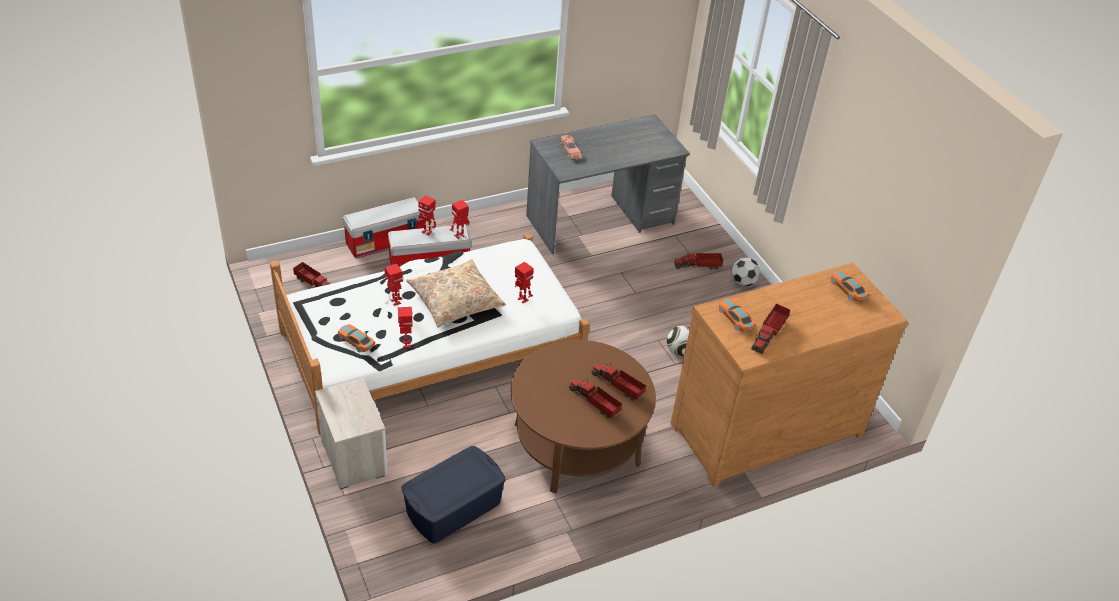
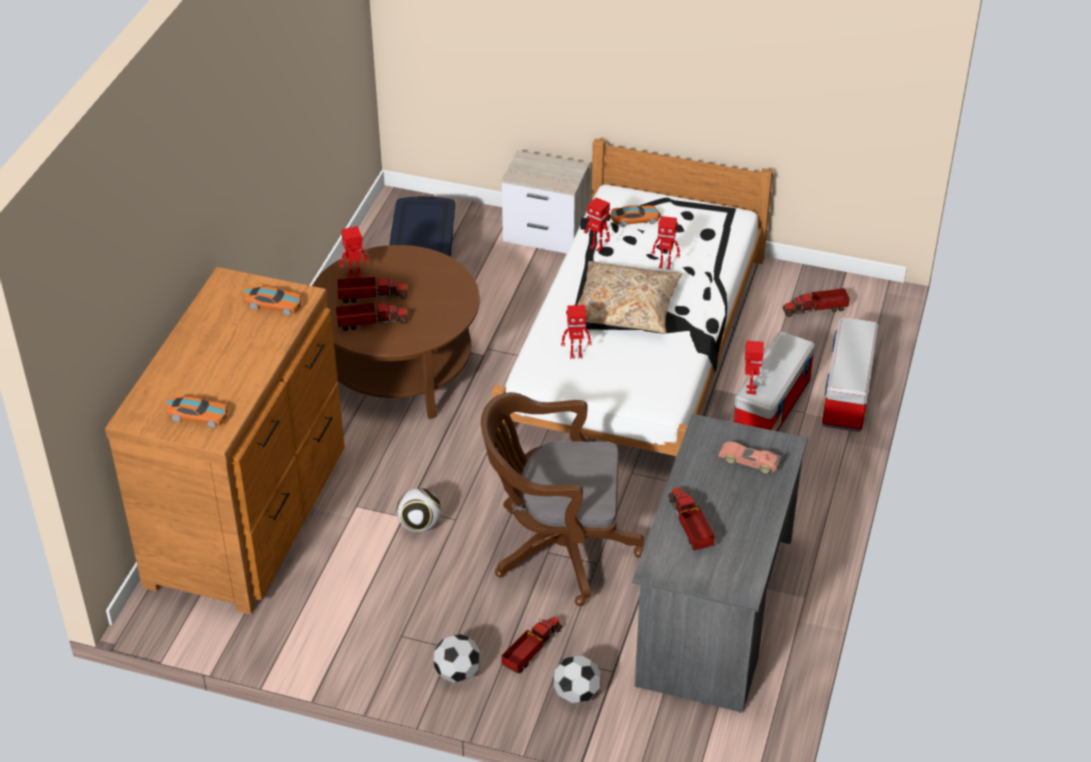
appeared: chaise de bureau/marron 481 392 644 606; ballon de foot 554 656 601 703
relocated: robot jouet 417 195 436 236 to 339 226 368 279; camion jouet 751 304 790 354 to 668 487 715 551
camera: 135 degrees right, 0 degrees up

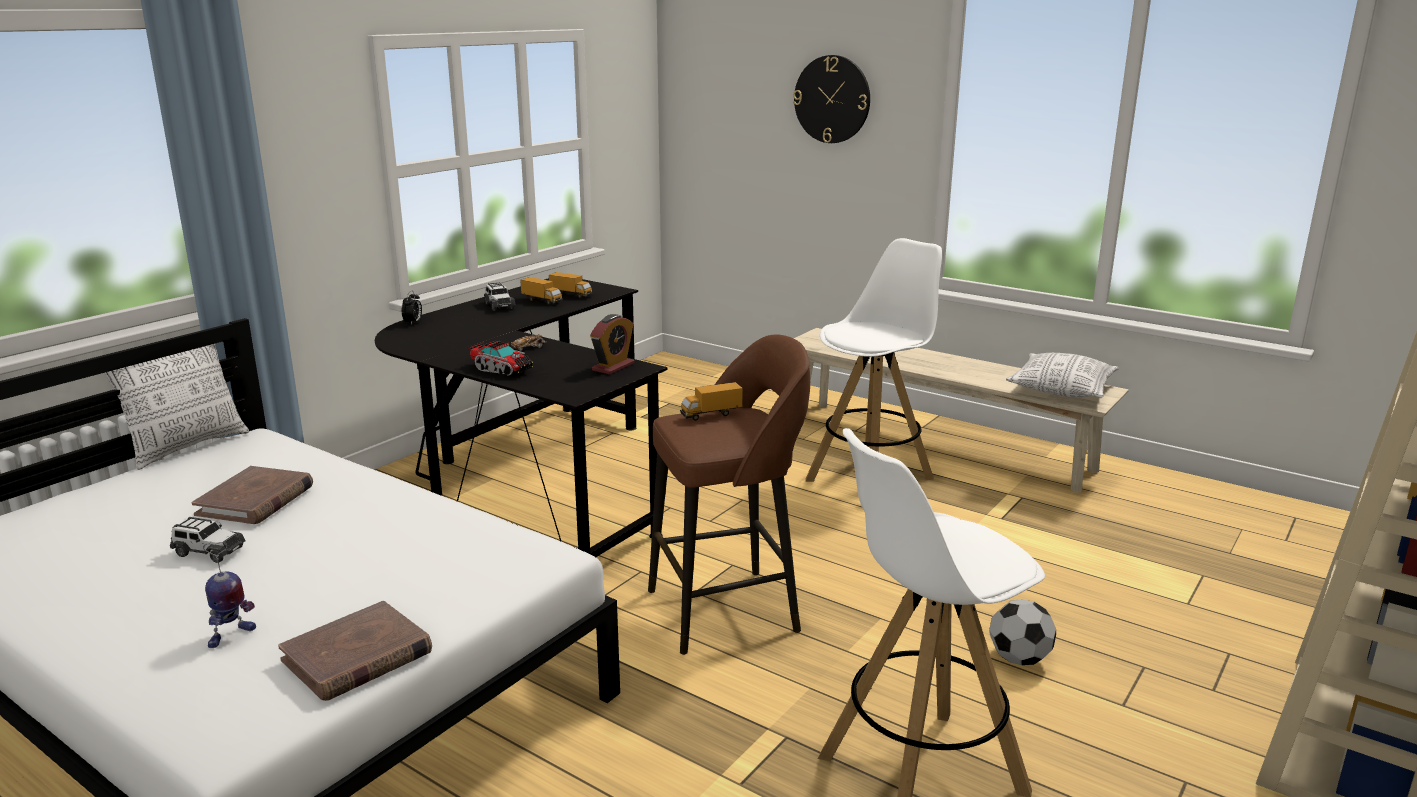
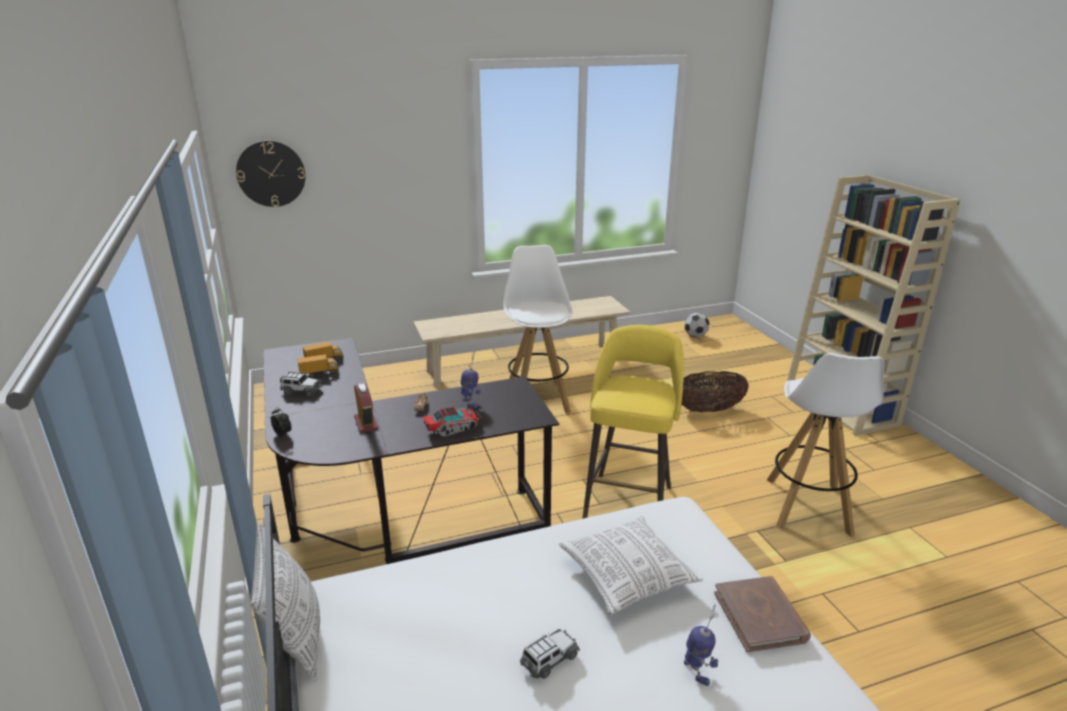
missing: camion jouet 680 382 743 421; livre/marron 192 466 313 524
appeared: robot jouet 460 351 481 408; panier 682 371 749 412
relocated: horloge murale 793 55 870 143 to 236 140 305 207; réveil 590 314 634 375 to 354 383 379 433; coussin 1006 353 1119 397 to 559 516 703 614; ballon de foot 989 600 1056 665 to 685 313 709 338
colour: tabouret/marron 648 334 810 655 to tabouret/jaune 583 325 684 519
camera: 55 degrees left, 5 degrees up

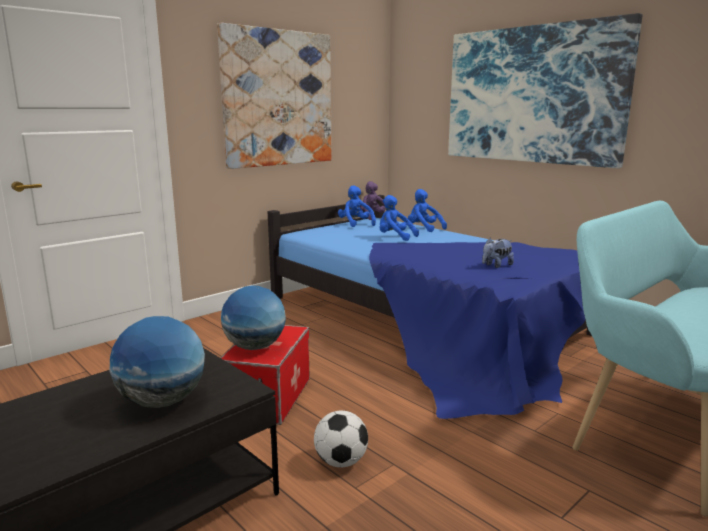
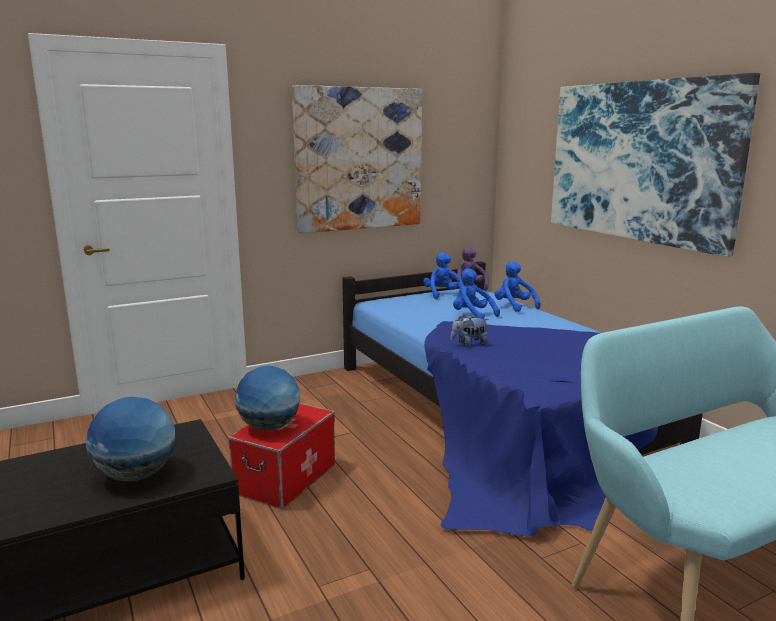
missing: ballon de foot 314 410 368 468
relocated: peluche 482 238 514 268 to 450 315 489 347
camera: 15 degrees right, 0 degrees up

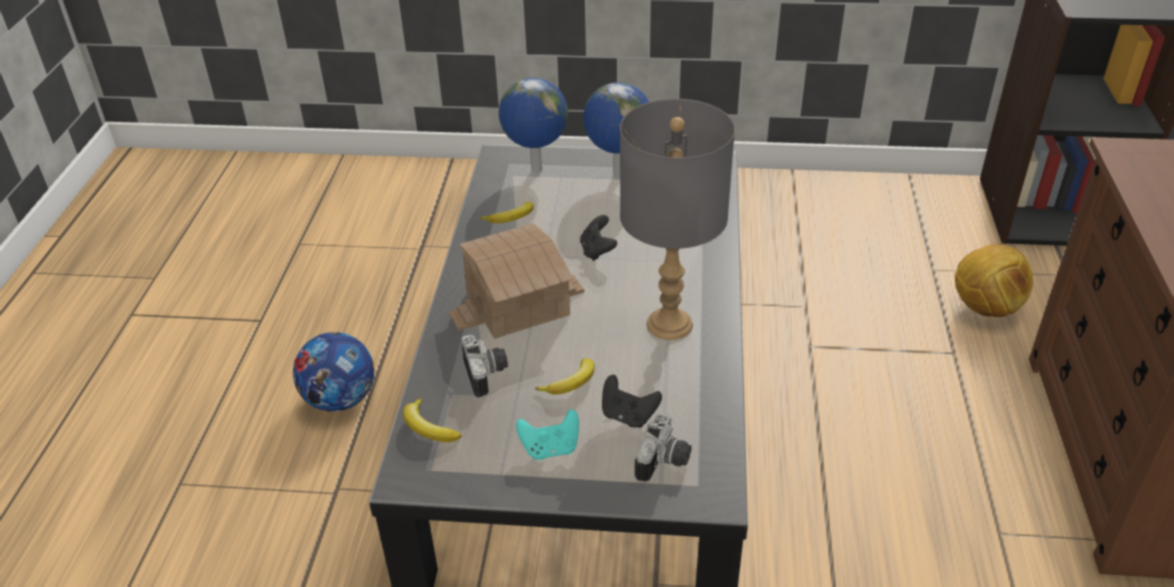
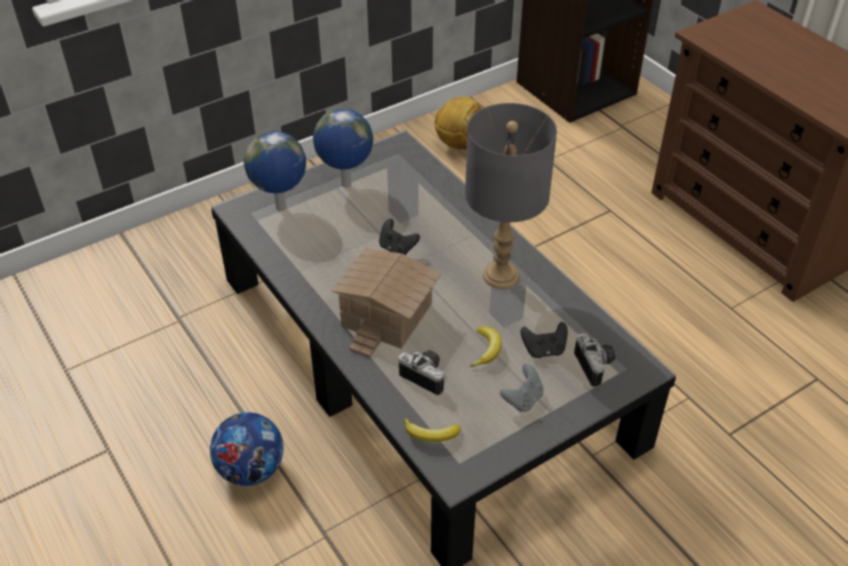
missing: banane 480 202 534 223
relocated: ballon de foot 955 244 1033 317 to 435 97 483 149
colour: manette/turquoise 516 409 579 460 to manette/gris 500 364 544 412
camera: 40 degrees left, 5 degrees up

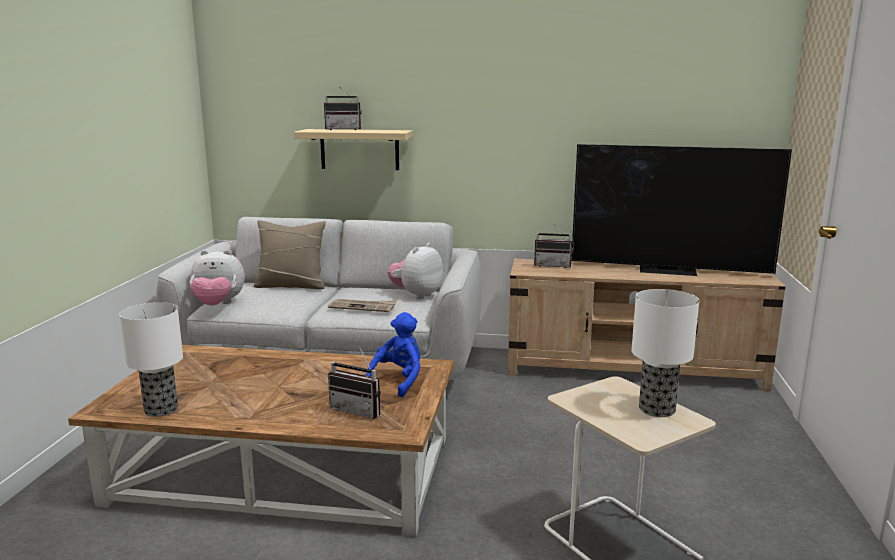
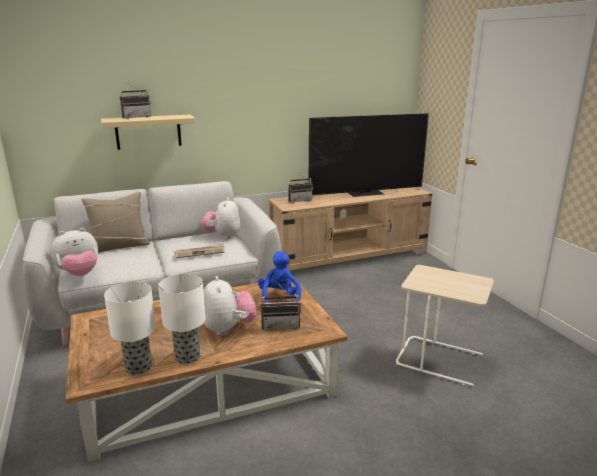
appeared: peluche 204 276 256 335
relocated: lampe de table 632 289 699 417 to 158 274 206 364
camera: 30 degrees left, 5 degrees up

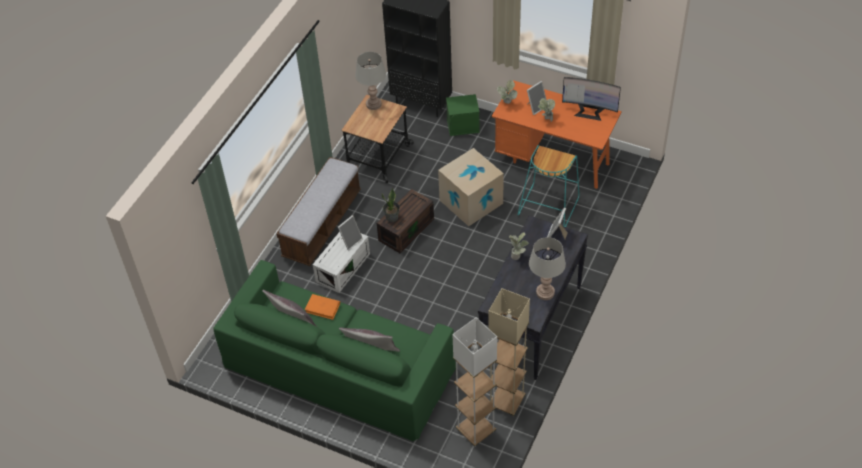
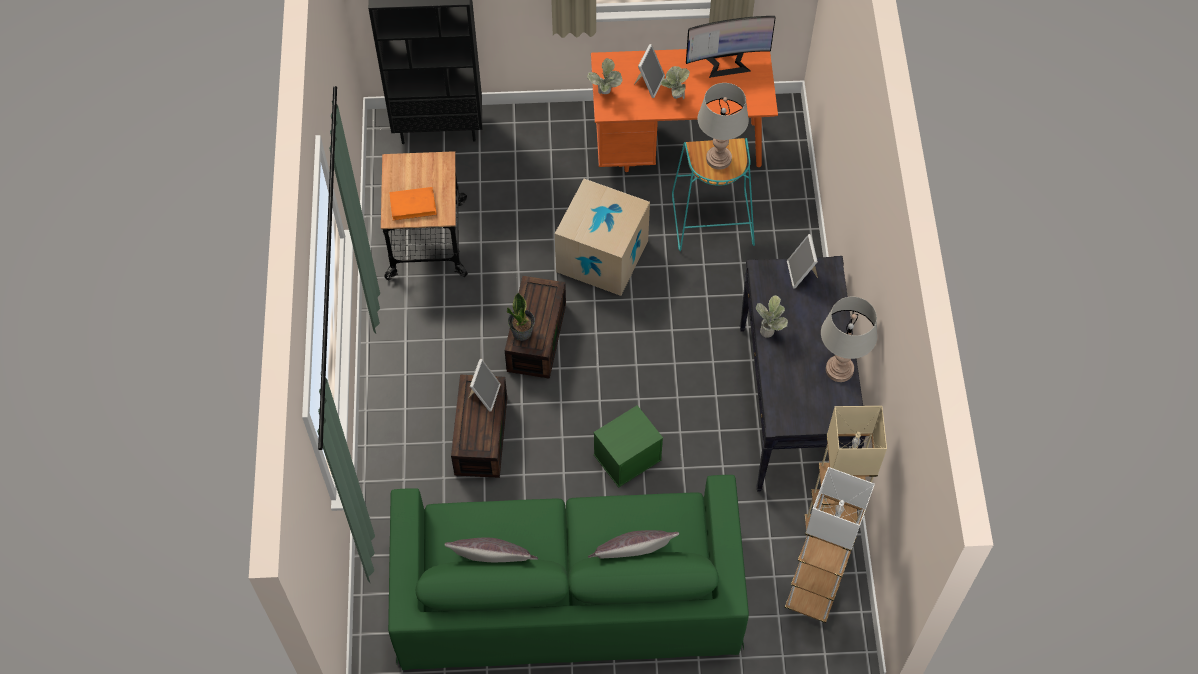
missing: banc 276 157 361 266
relocated: lampe de table/gris 355 52 386 110 to 697 83 749 170; boîte de rangement/vert 446 94 480 136 to 593 405 663 488; livre/orange 305 294 340 320 to 389 187 437 220
colour: boîte de rangement/blanc 313 232 370 293 to boîte de rangement/marron 451 375 507 478
camera: 30 degrees left, 10 degrees up

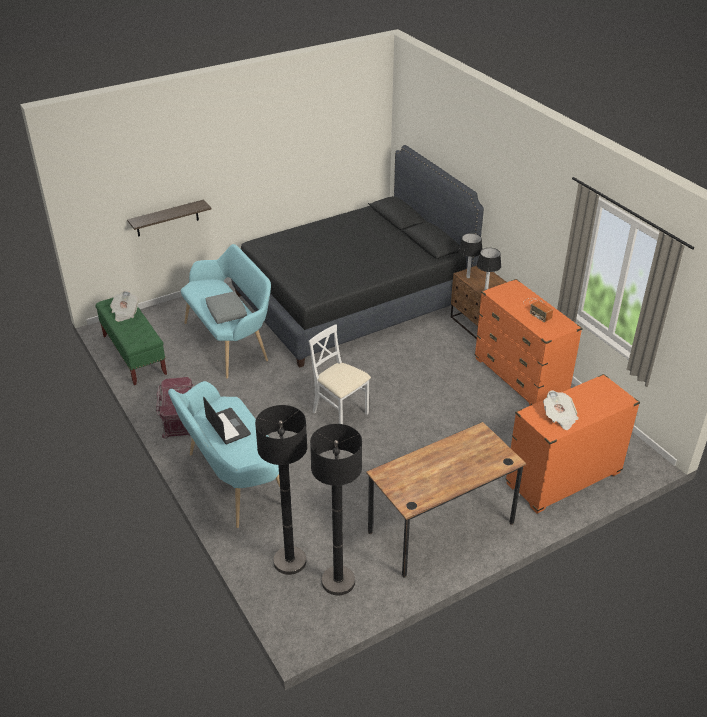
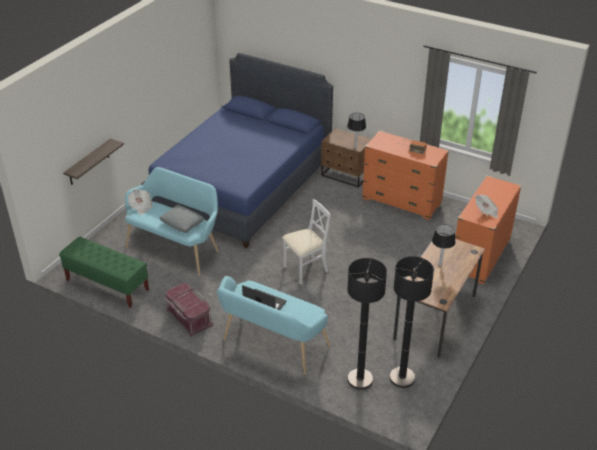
relocated: lampe de table 459 233 482 278 to 432 224 456 266; journal 110 291 139 322 to 128 189 153 215
colour: lit/noir 231 145 484 367 to lit/bleu 141 53 333 248
spun: chaise/blanc 309 324 371 424 = 282 199 331 285 135 degrees clockwise
camera: 30 degrees left, 0 degrees up

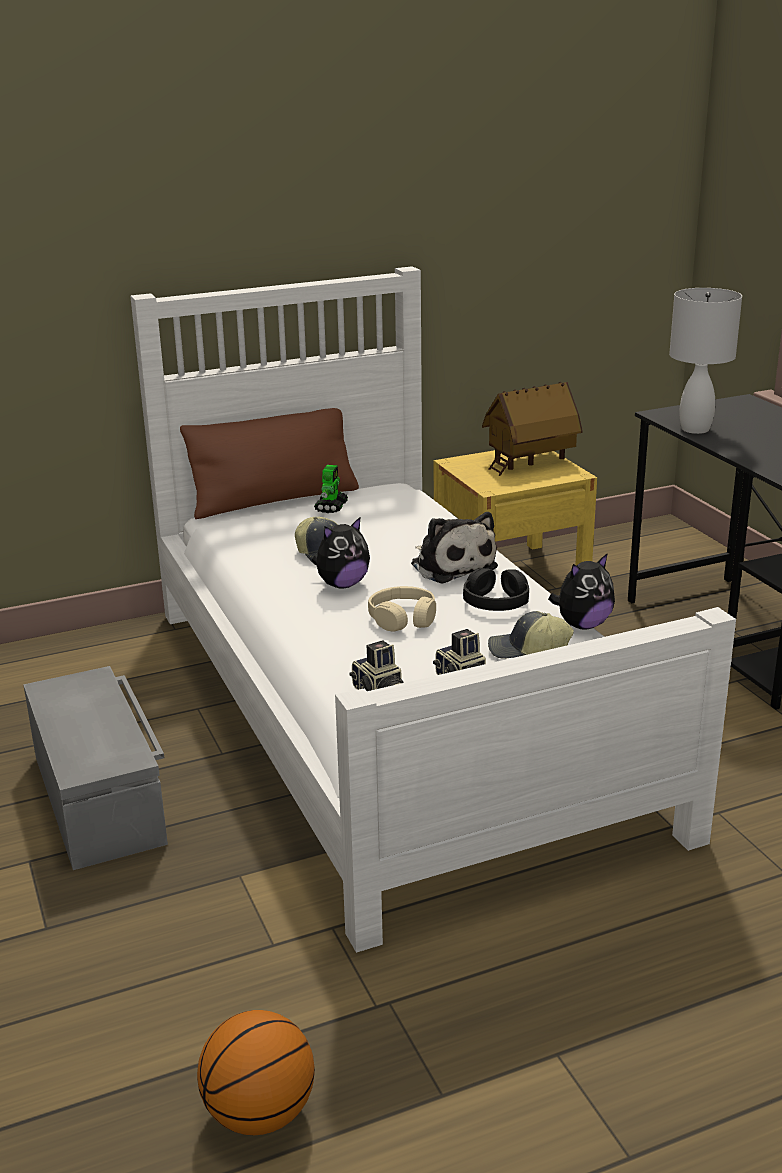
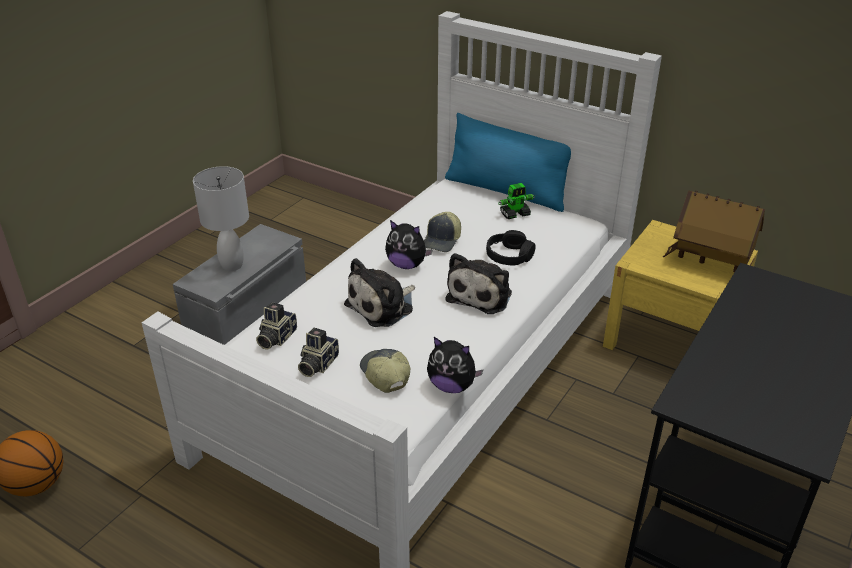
relocated: lampe de table/blanc 669 288 742 434 to 193 166 249 271; casque audio/noir 463 568 529 611 to 486 230 536 266
exchanged: casque audio/beige 368 586 436 632 to peluche 344 258 415 327
colour: coussin/marron 180 408 359 519 to coussin/bleu 445 113 571 212
camera: 55 degrees right, 10 degrees up

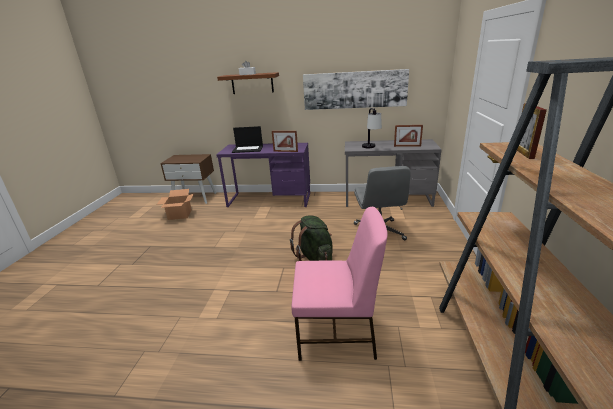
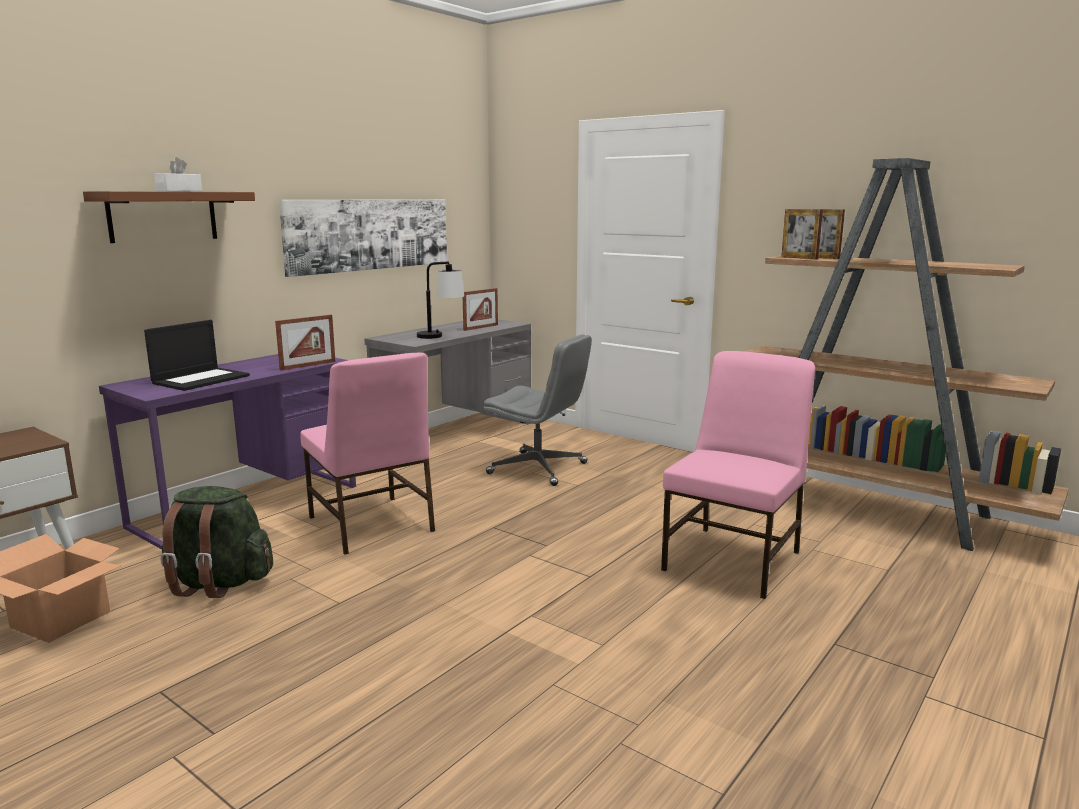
appeared: cadre photo 781 209 823 259; chaise/rose 300 353 435 554
relocated: sac à dos/vert 290 215 333 261 to 161 486 273 598
camera: 60 degrees left, 10 degrees down

